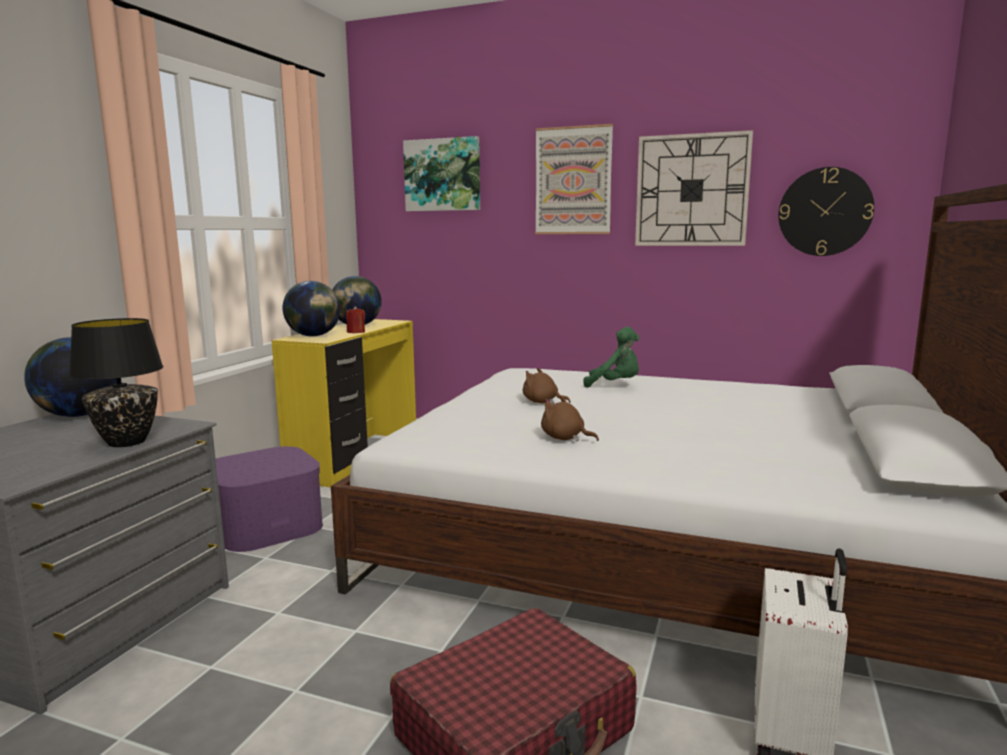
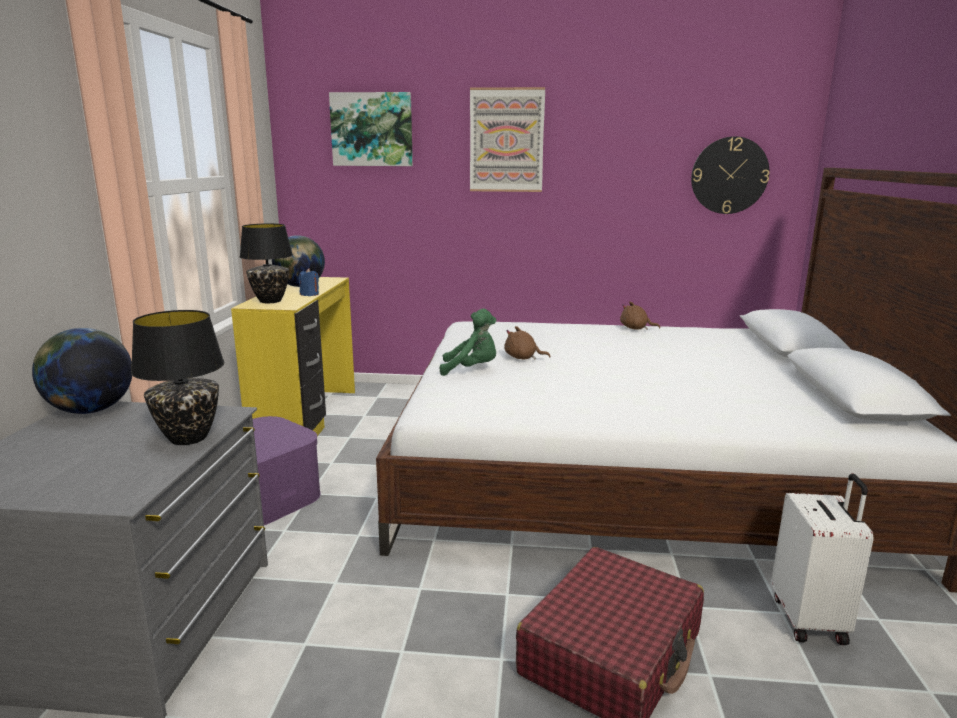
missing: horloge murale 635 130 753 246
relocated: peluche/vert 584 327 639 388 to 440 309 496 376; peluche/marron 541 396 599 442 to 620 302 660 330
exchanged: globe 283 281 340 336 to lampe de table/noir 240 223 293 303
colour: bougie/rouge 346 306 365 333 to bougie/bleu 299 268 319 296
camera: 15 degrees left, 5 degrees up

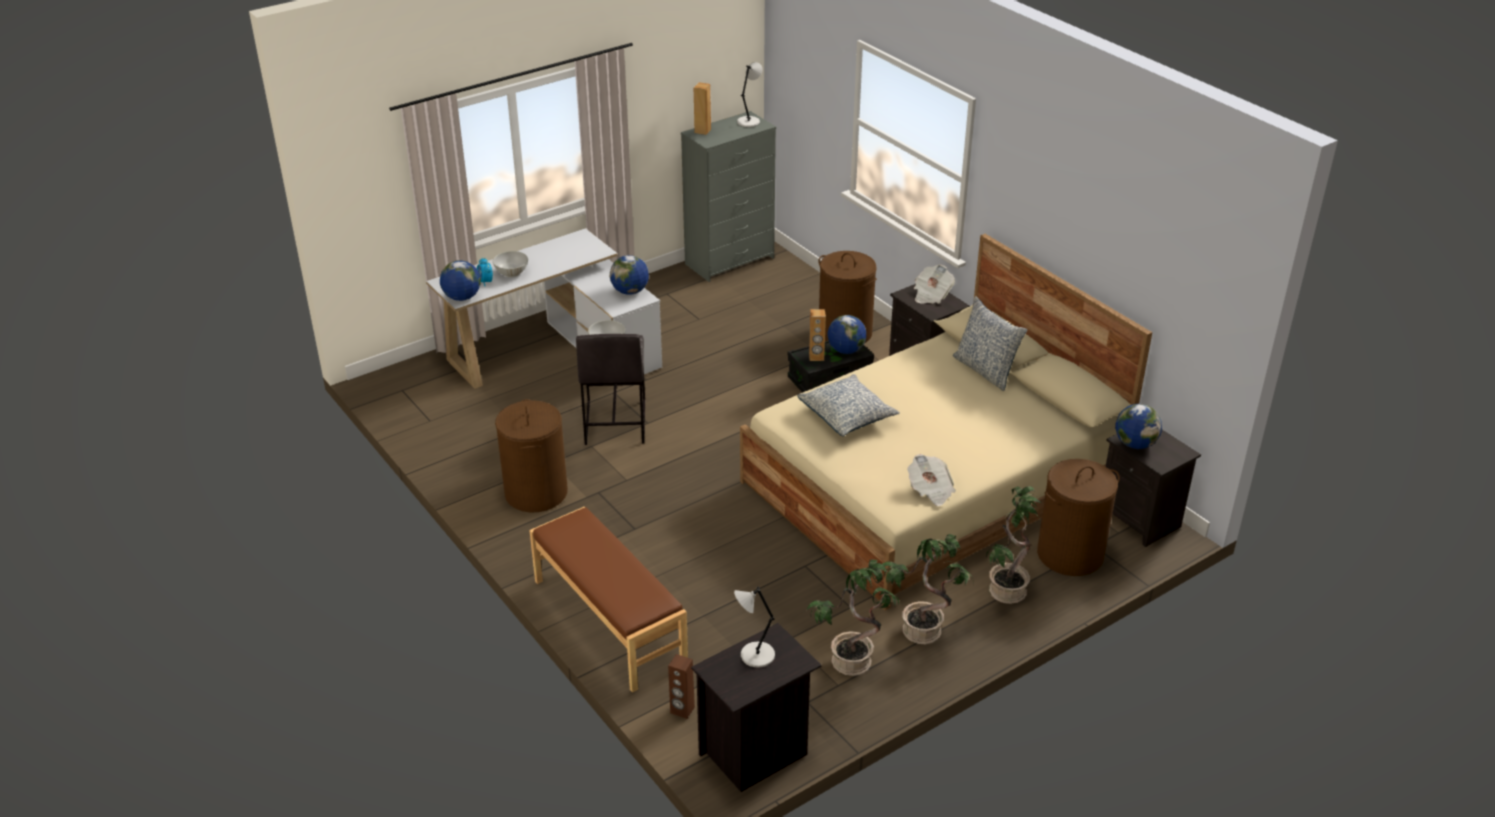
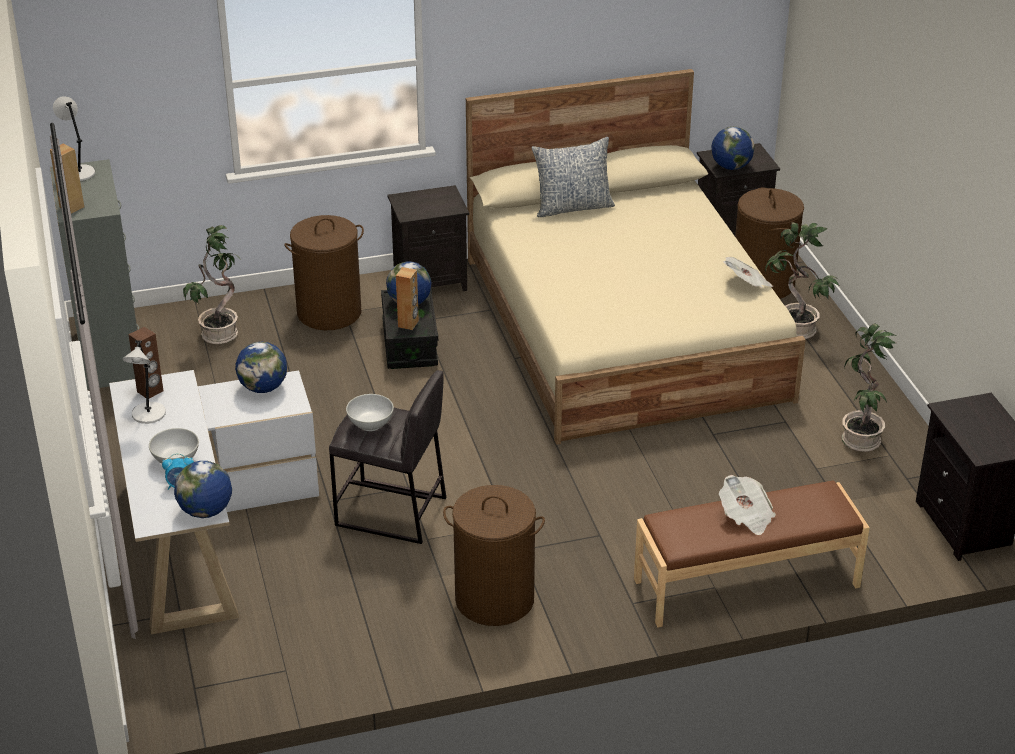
missing: coussin 797 374 900 436
relocated: journal 914 265 955 304 to 719 475 776 535; plante en pot 883 534 974 644 to 183 225 241 344; lampe de table/gris 734 587 775 668 to 122 340 166 424; enceinte/marron 668 654 695 719 to 128 327 163 399
camera: 70 degrees left, 0 degrees up

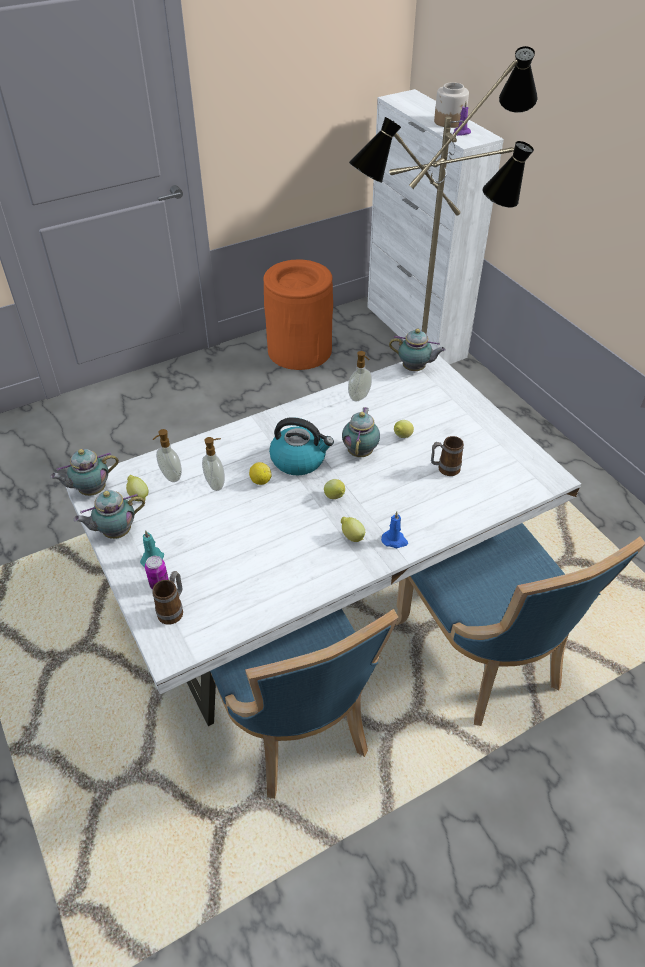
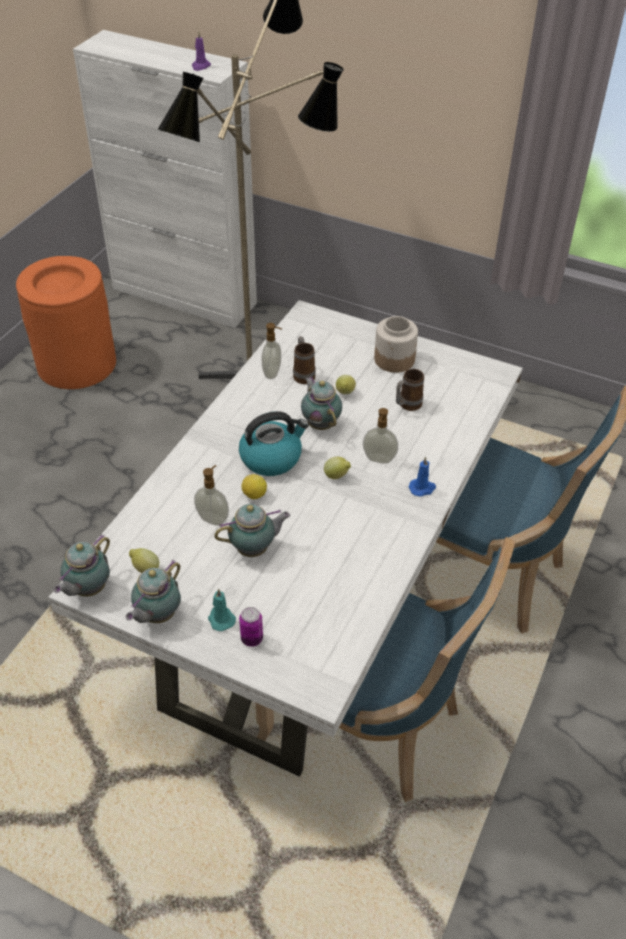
missing: citron 341 517 365 542
relocated: bocal 434 82 469 128 to 374 316 418 373; théière 389 329 446 371 to 214 504 290 557; distributeur de savon 153 429 182 482 to 363 408 398 464; mug 152 571 183 625 to 293 336 316 384
camera: 35 degrees left, 0 degrees up

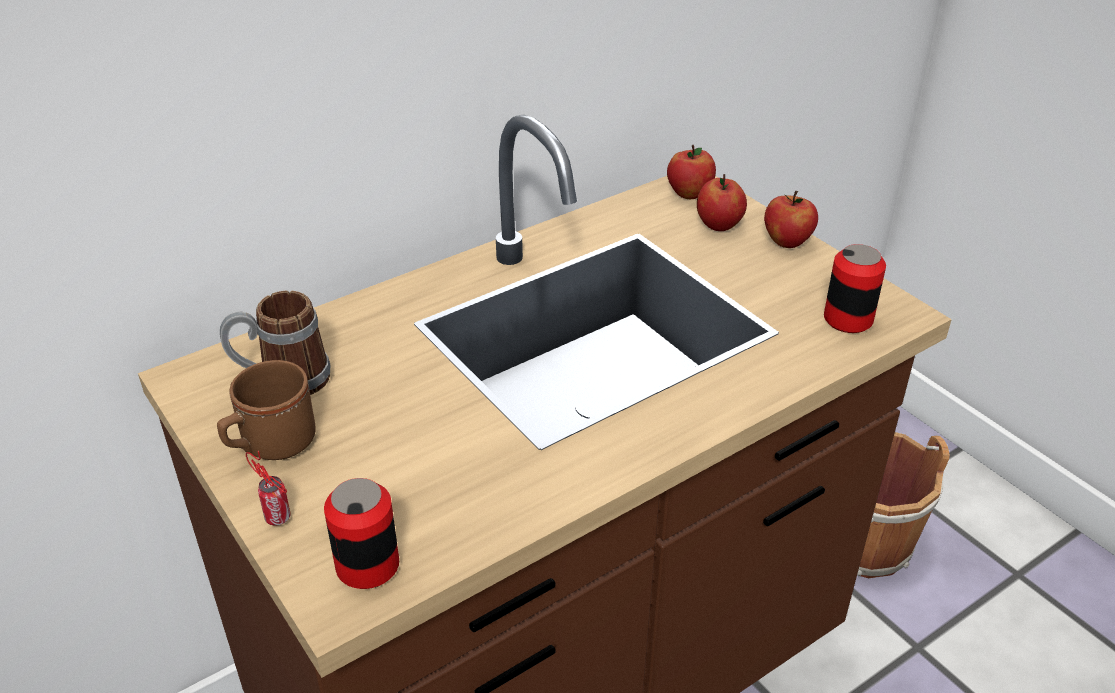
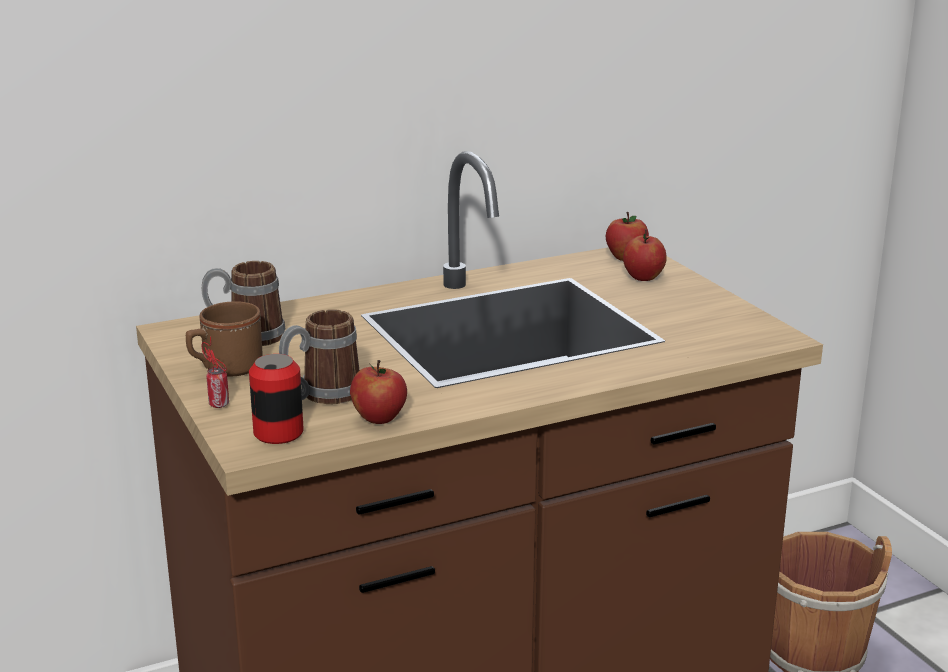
missing: boîte métallique 824 244 886 333
appeared: mug 279 309 360 404
relocated: pomme 764 191 818 248 to 350 360 407 424
camera: 10 degrees right, 15 degrees down

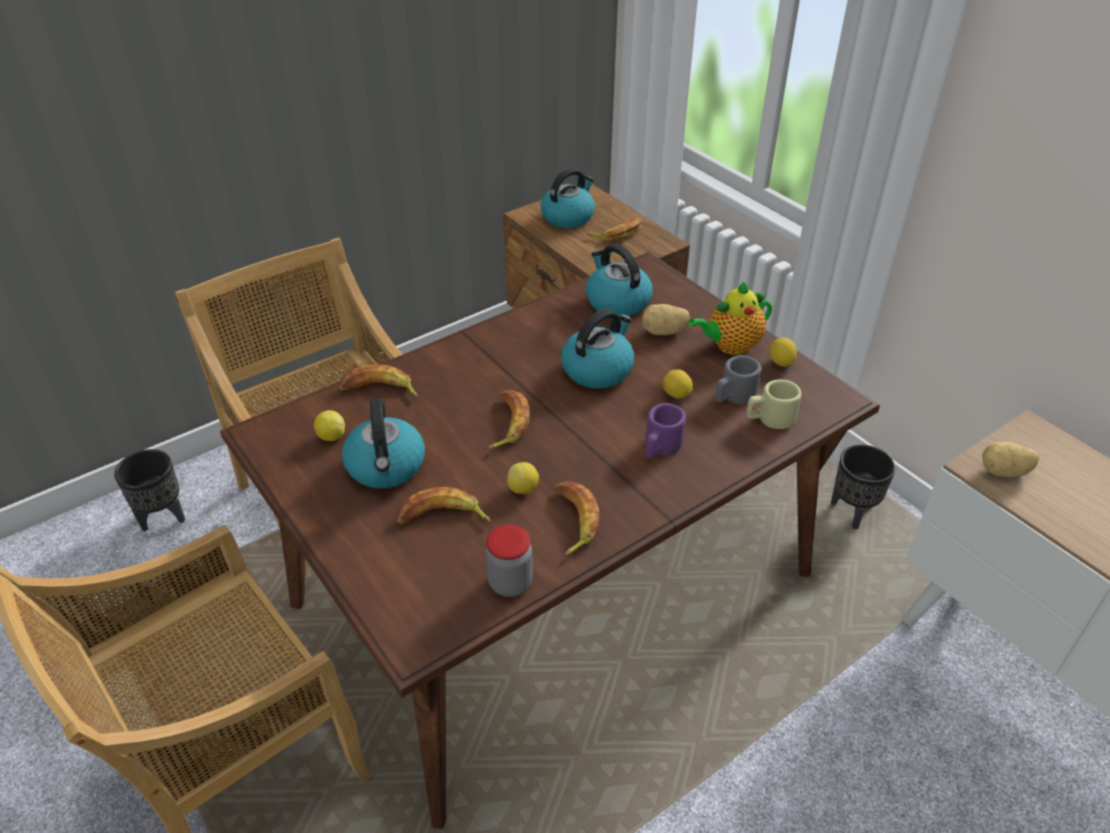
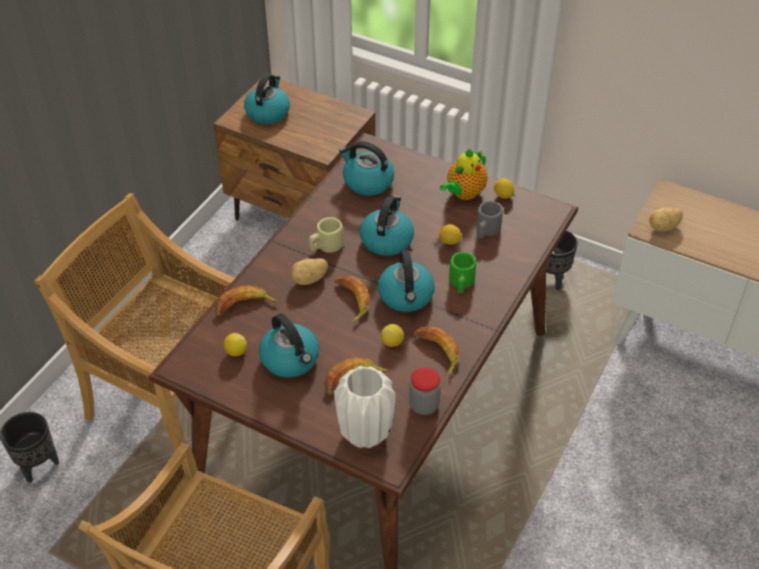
missing: banane 586 217 642 241
appeared: bouilloire 378 250 435 312; vase/blanc 334 366 396 448
relocated: pomme de terre 642 304 690 335 to 291 258 328 285; mug/beige 747 380 801 429 to 309 217 343 253
colour: mug/violet 646 403 686 458 to mug/vert 449 252 476 293
camera: 25 degrees left, 5 degrees up

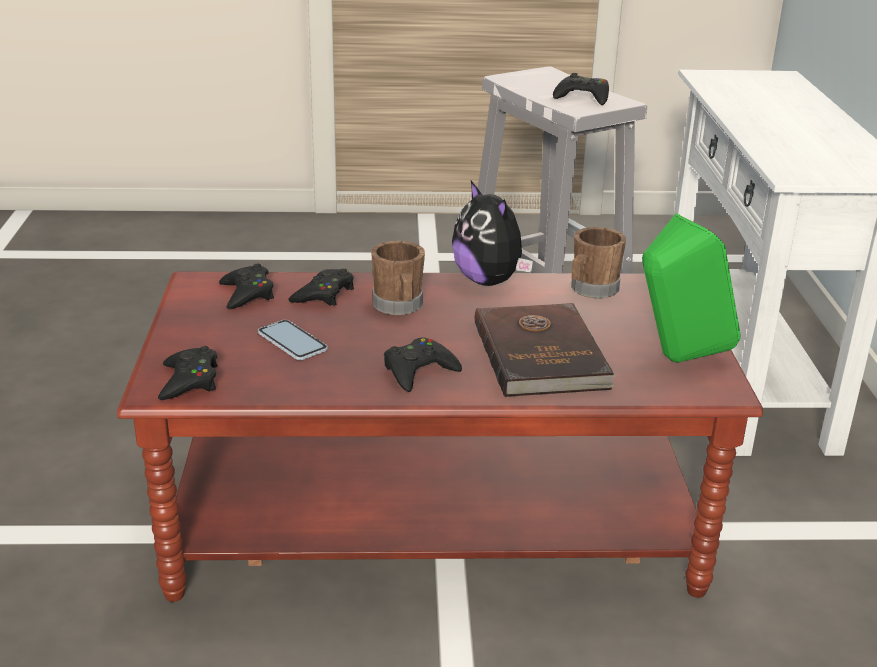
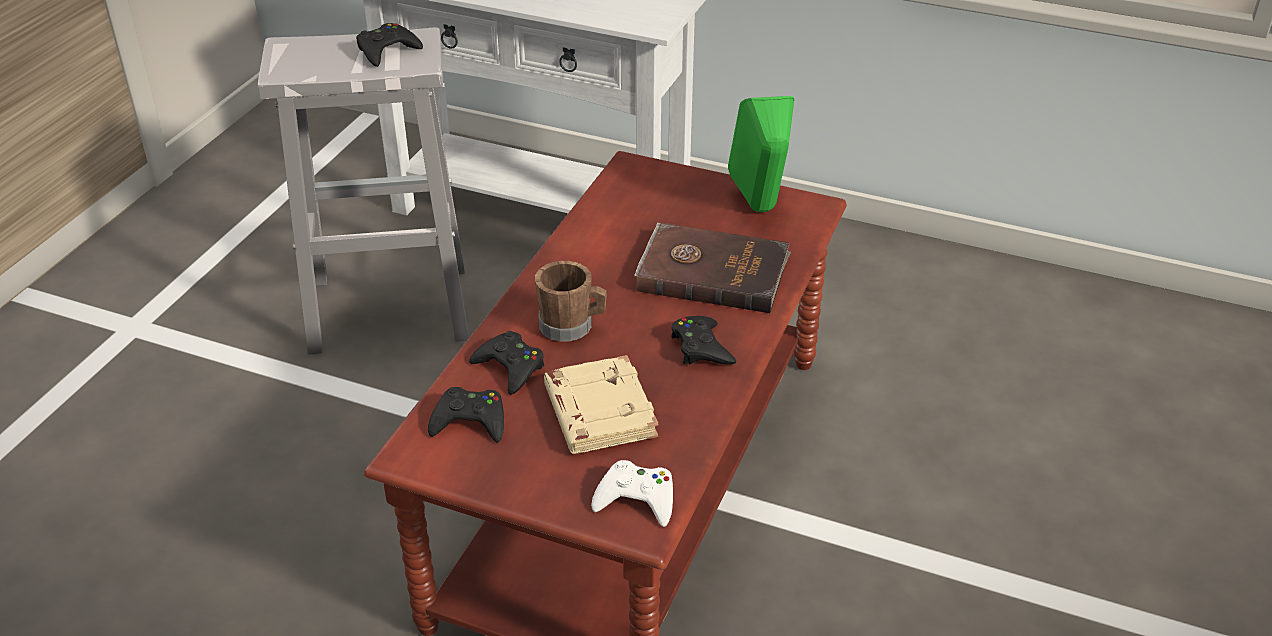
missing: peluche 452 181 533 286; mug/marron 571 227 626 299
exchanged: téléphone 258 320 328 360 to livre/beige 544 355 659 454
colour: manette/noir 158 346 218 400 to manette/blanc 591 460 673 527
camera: 65 degrees left, 10 degrees up

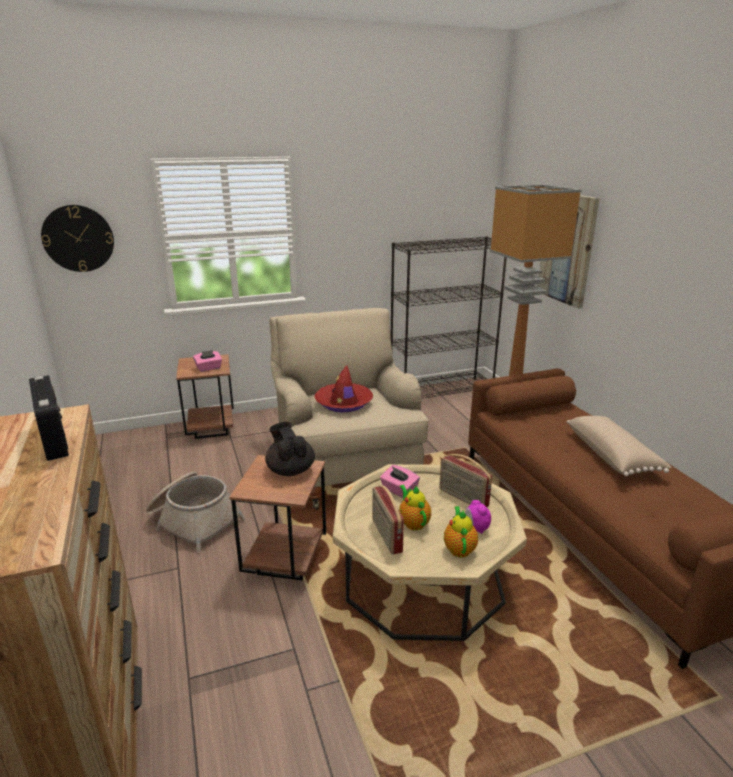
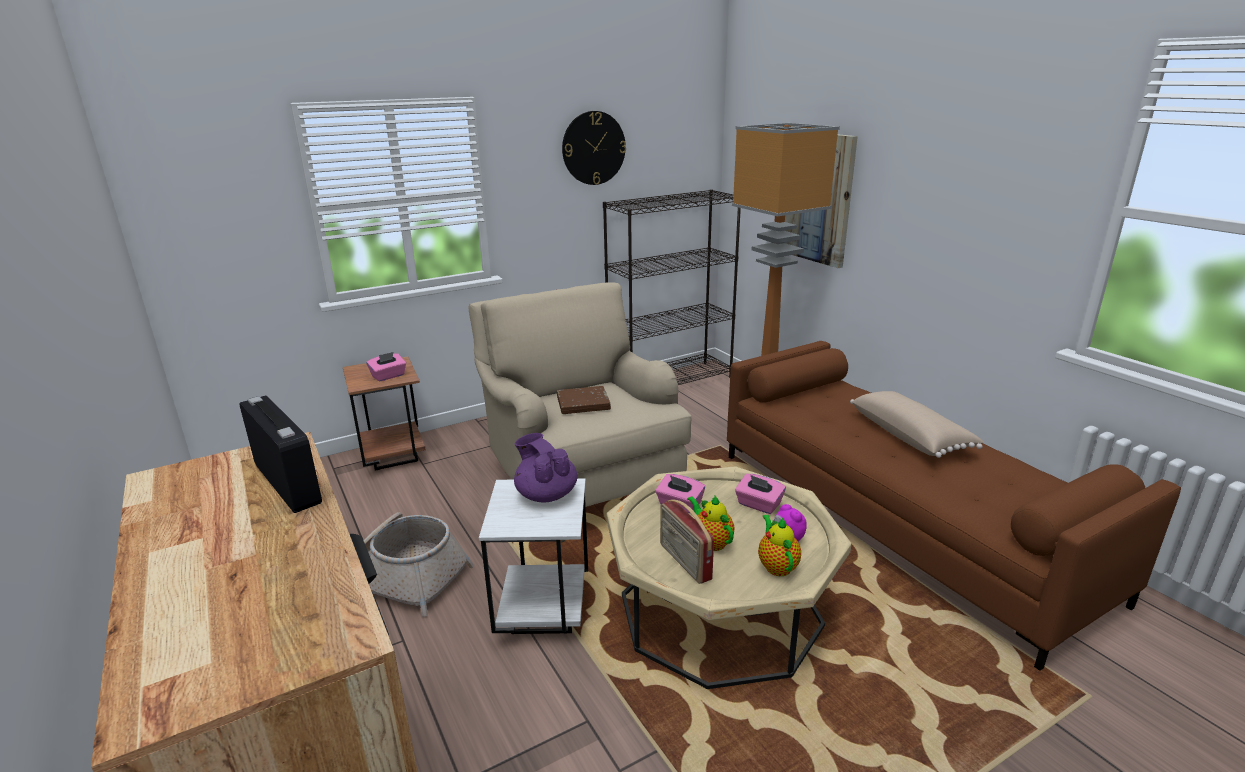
relocated: horloge murale 41 205 114 272 to 562 111 626 185
exchanged: chapeau/rouge 314 365 373 412 to livre/marron 557 386 611 414; radio 439 454 492 507 to boîte à mouchoirs/rose 735 474 786 514
colour: théière/noir 265 422 315 476 to théière/violet 514 433 578 502; table d'appoint/marron 229 455 326 580 to table d'appoint/blanc 479 478 588 634
camera: 10 degrees left, 0 degrees up

